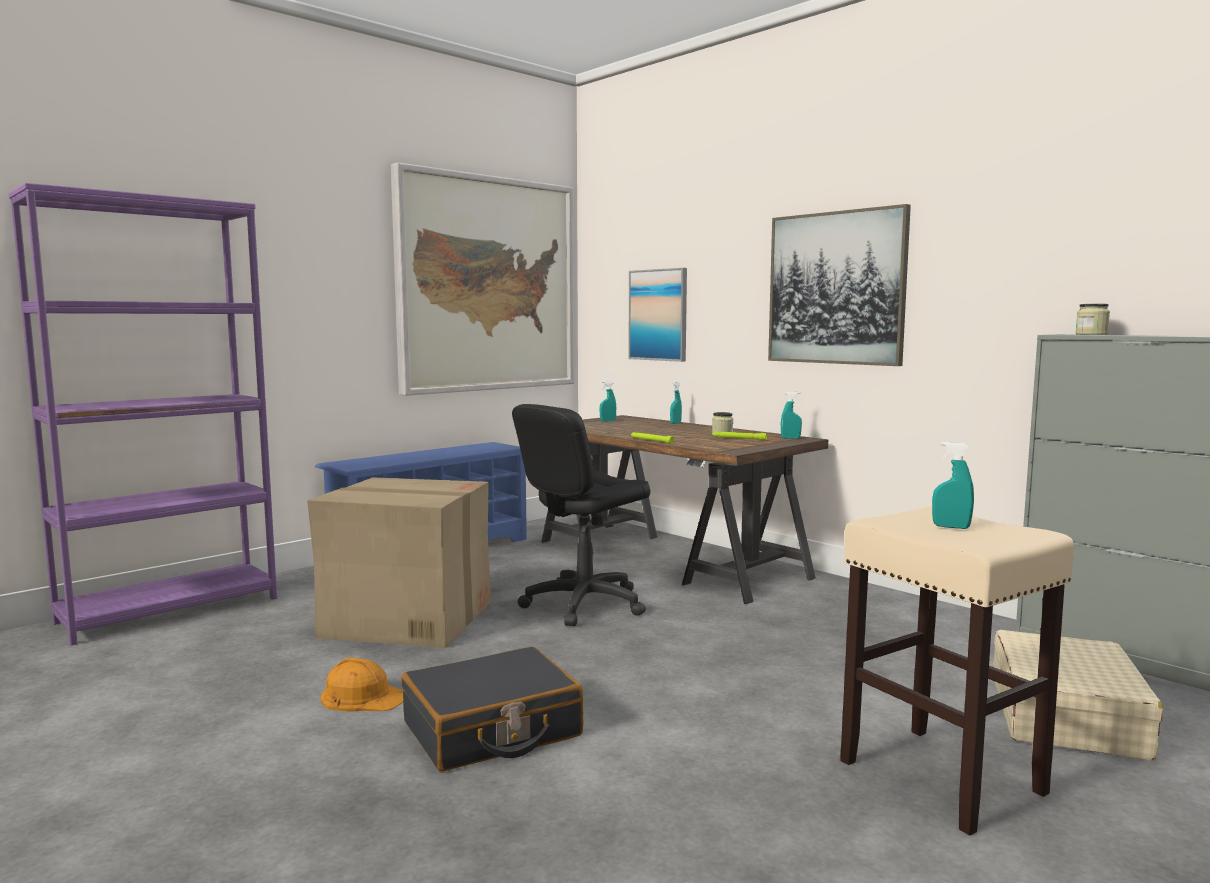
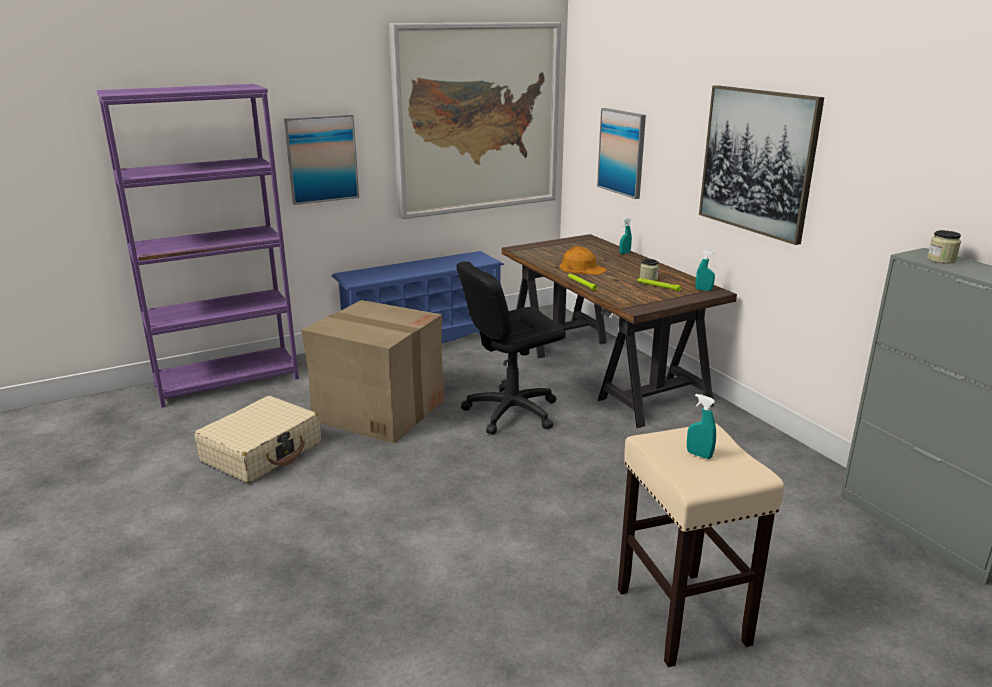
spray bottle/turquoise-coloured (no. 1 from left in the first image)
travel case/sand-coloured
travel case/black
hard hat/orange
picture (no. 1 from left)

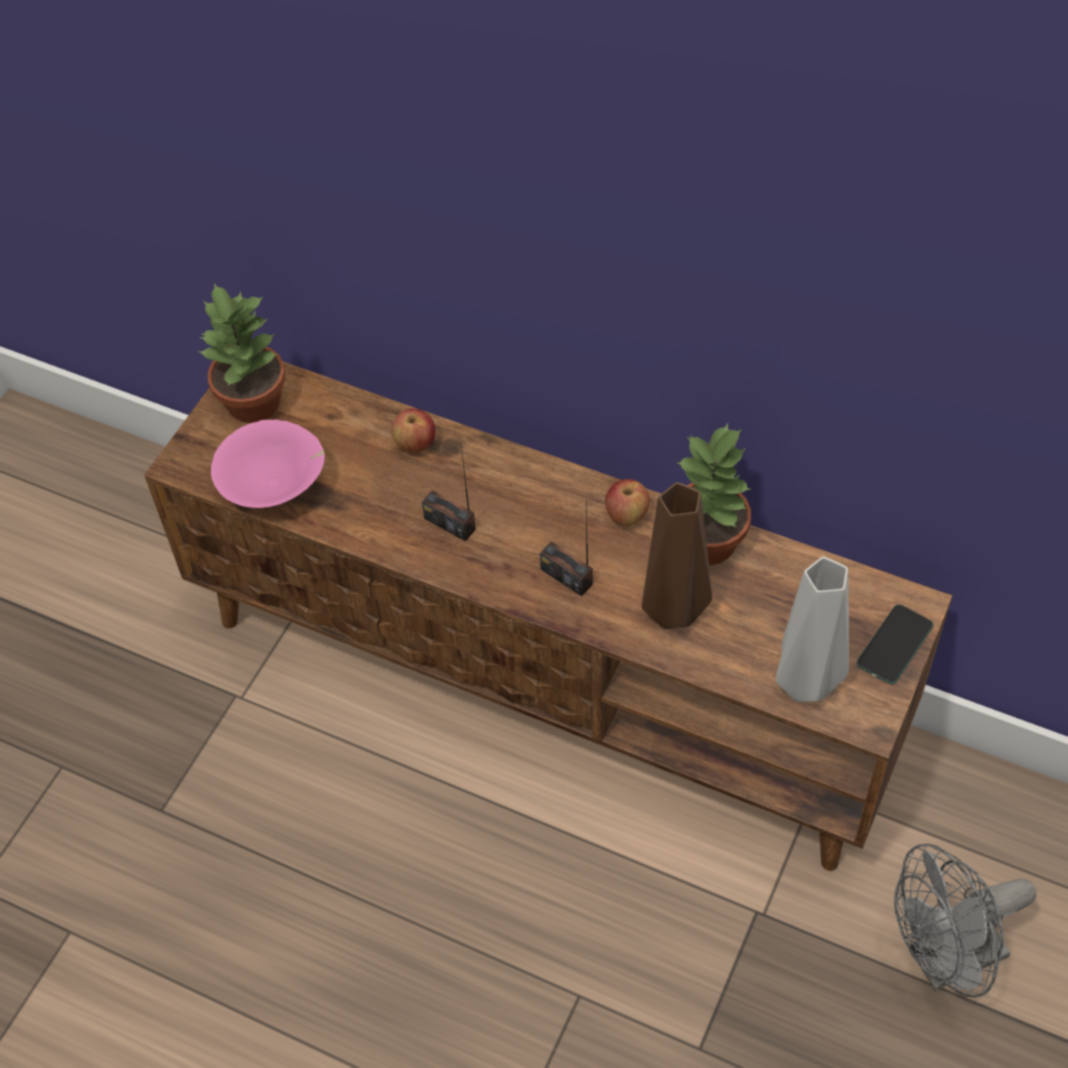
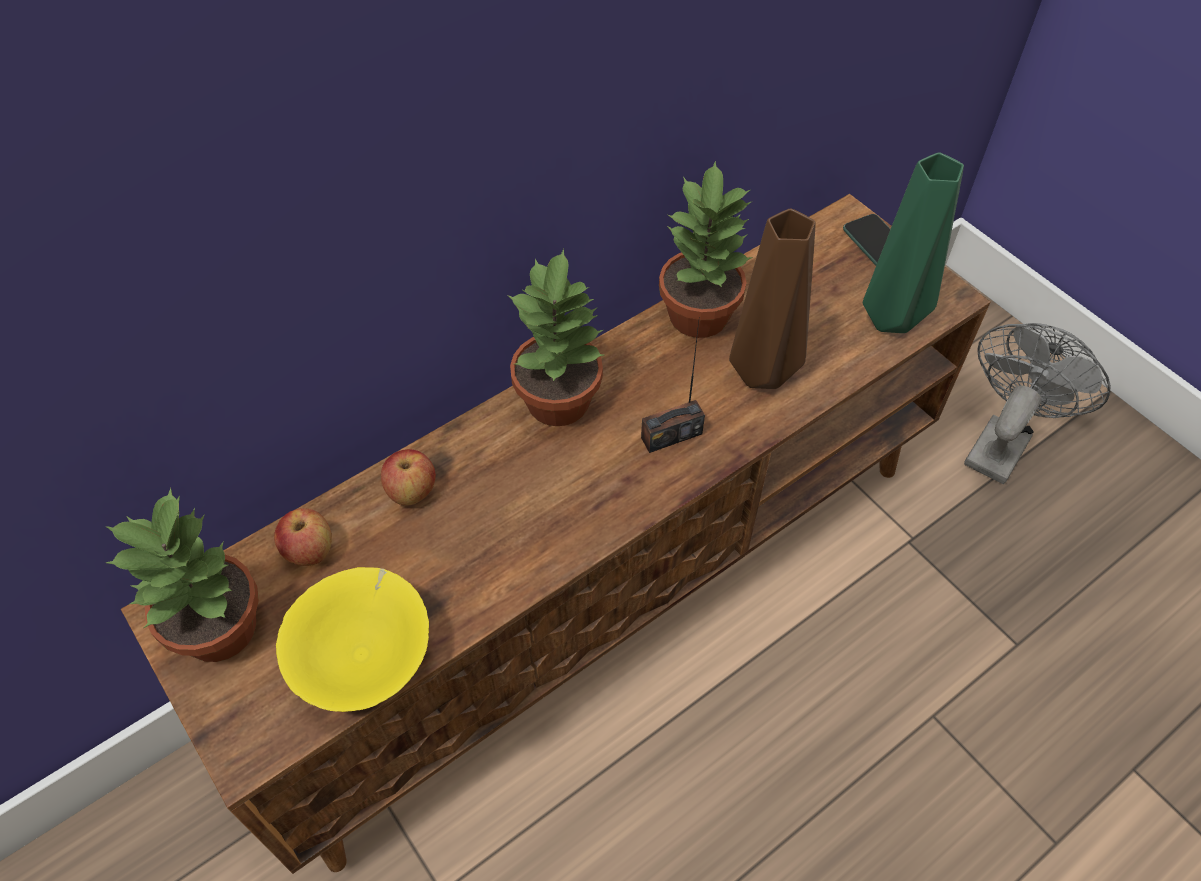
deep dish/yellowish
radio set (no. 1 from left in the first image)
apple fruit (no. 1 from left)
vase/green-coloured
cooling fan/grey
plant in a pot (no. 2 from left)

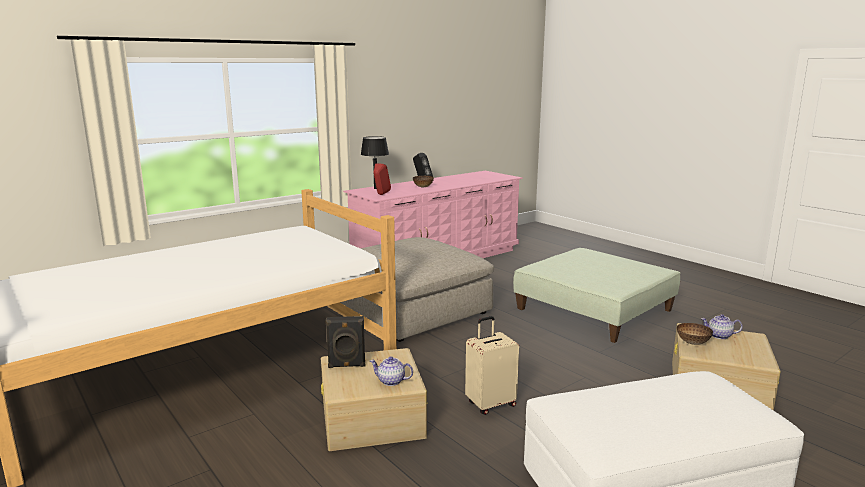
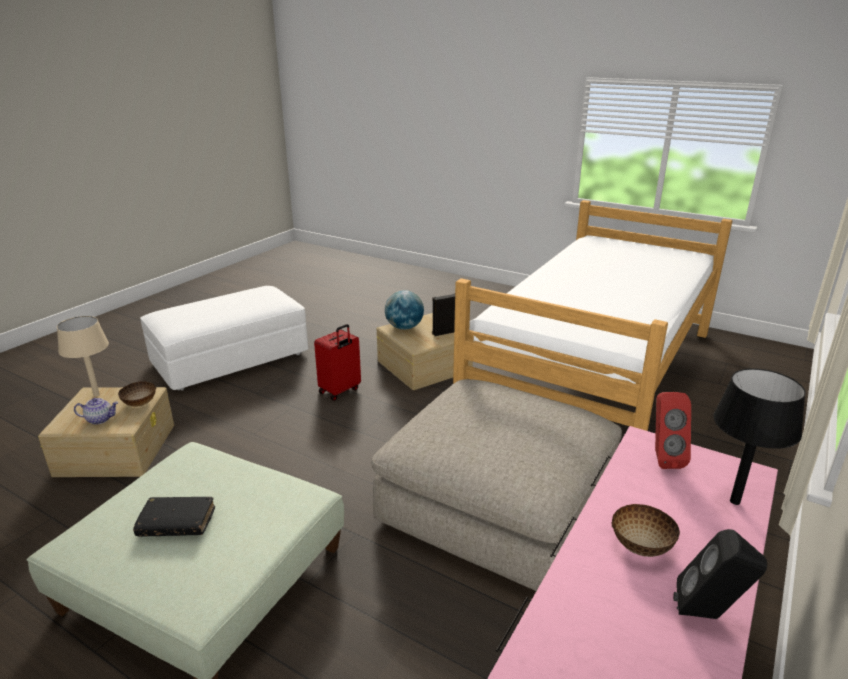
travel case/reddish
world globe
table lamp/sand-coloured
book/black

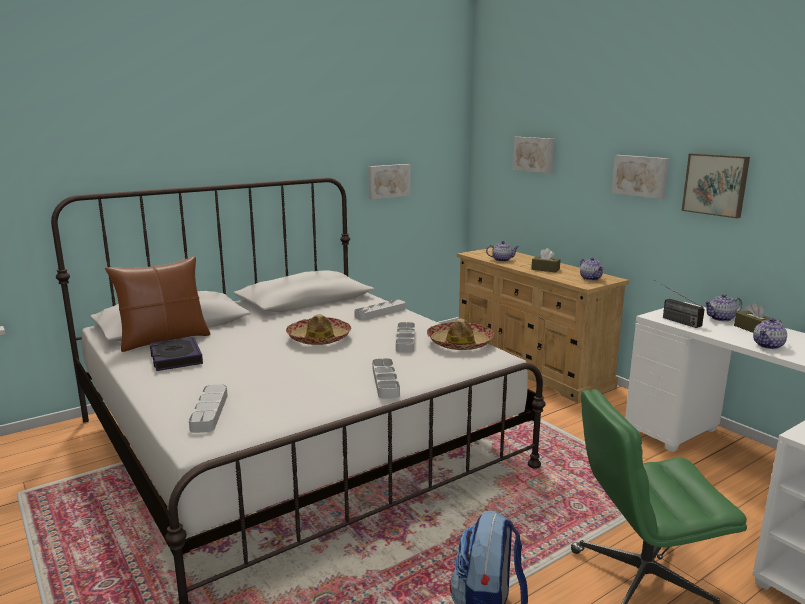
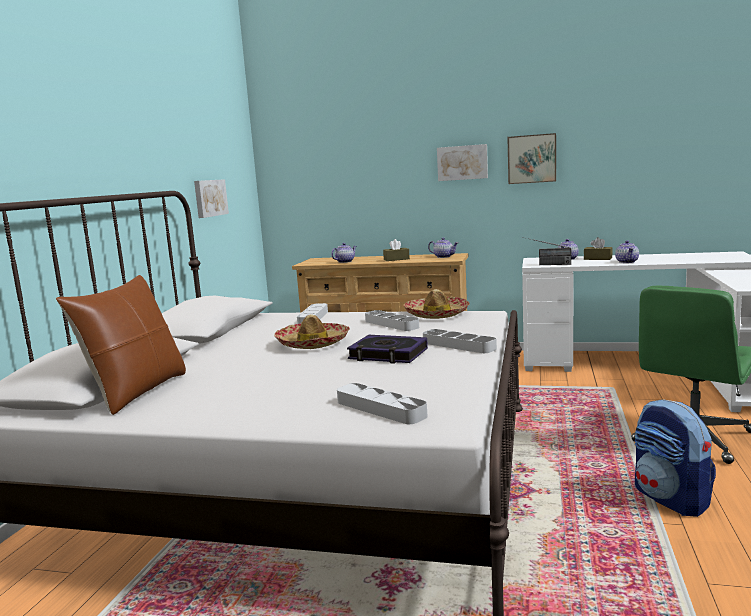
picture (no. 2 from left in the first image)
book

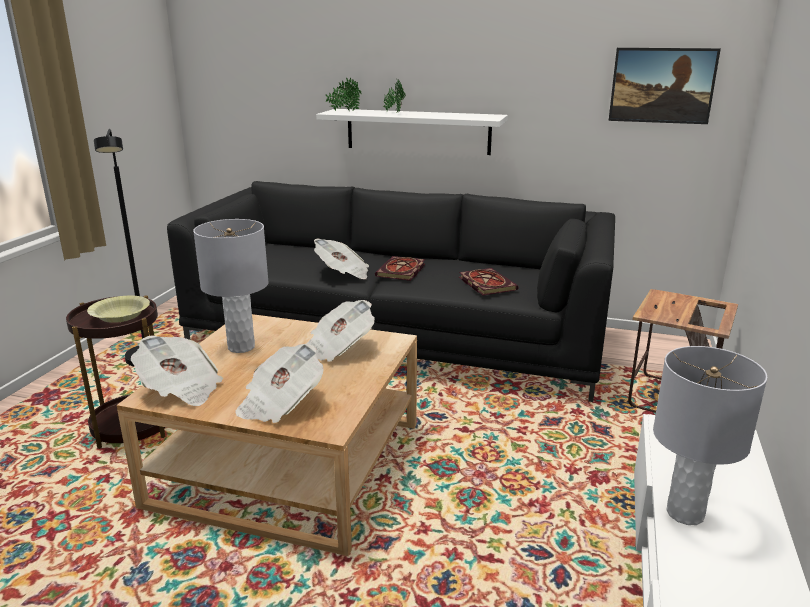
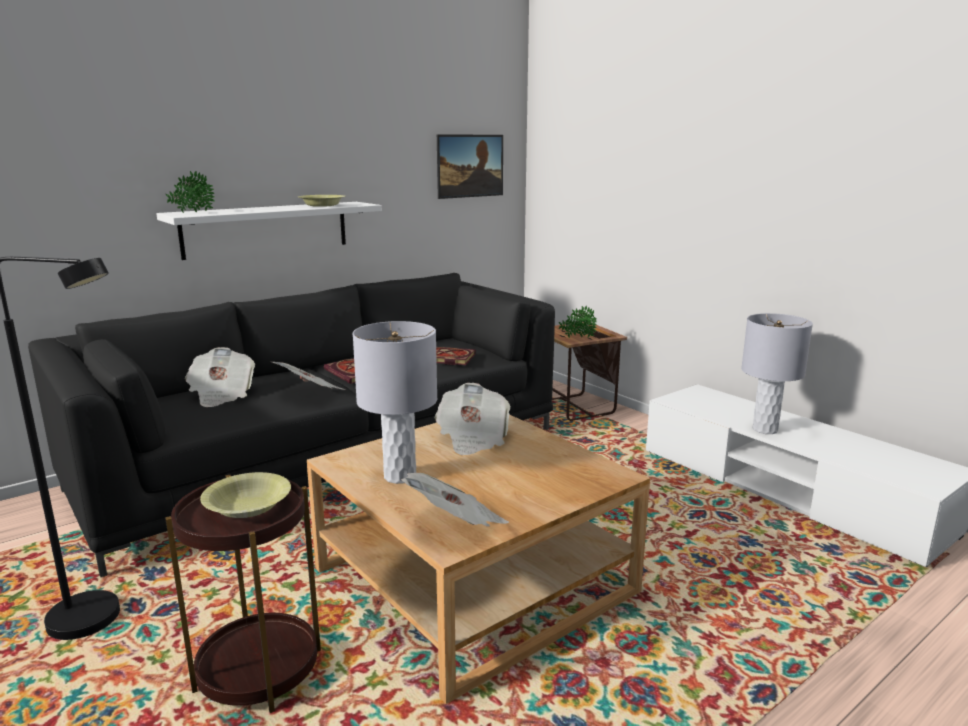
plant in a pot (no. 2 from left)
newspaper (no. 1 from left)
deep dish/yellowish (no. 2 from left)

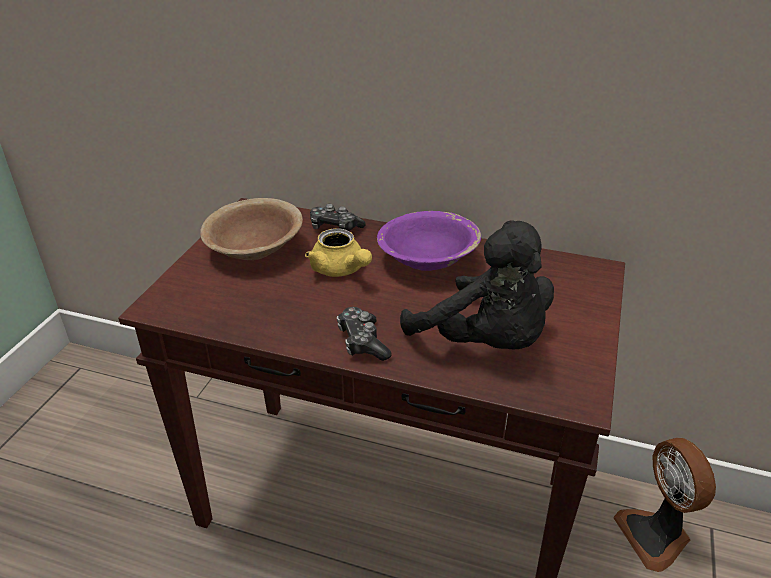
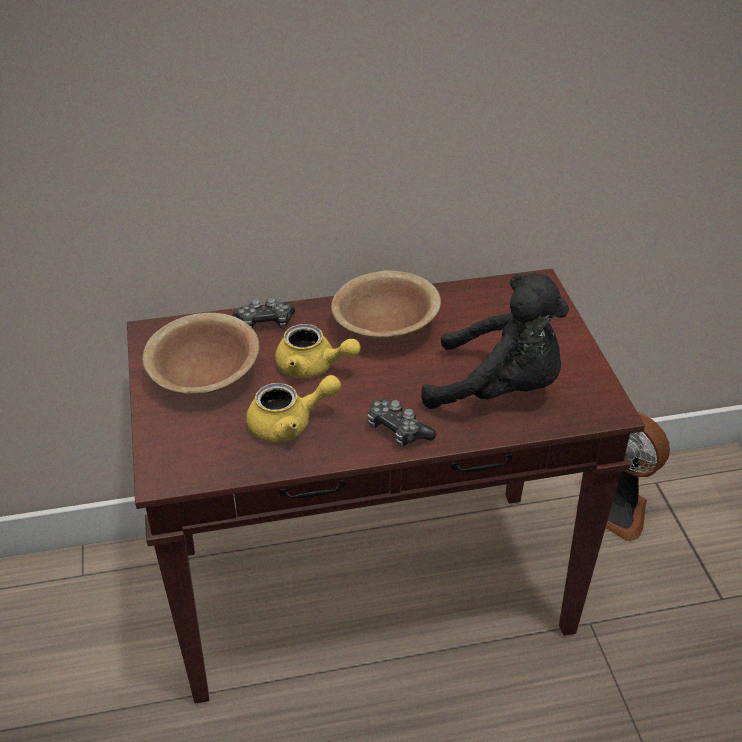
deep dish/brownish (no. 2 from left)
tea pot/yellowish (no. 1 from left)

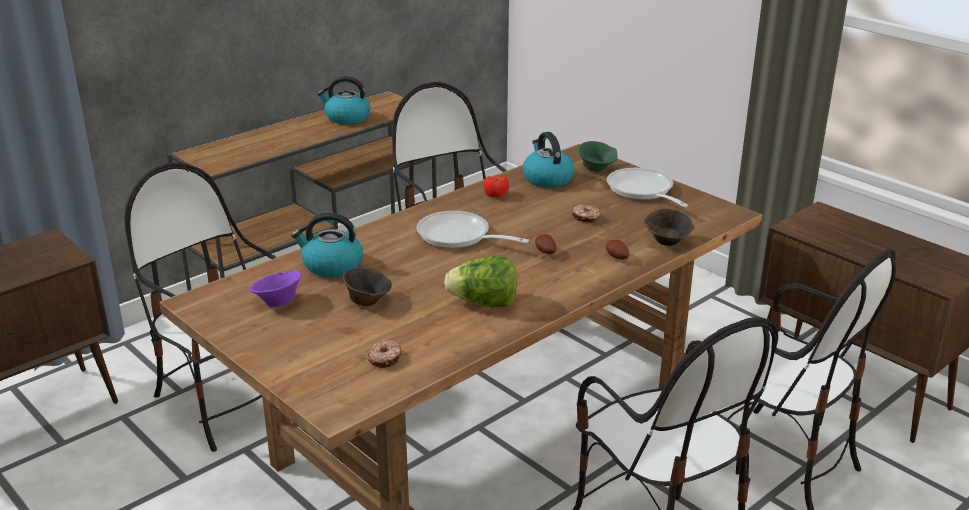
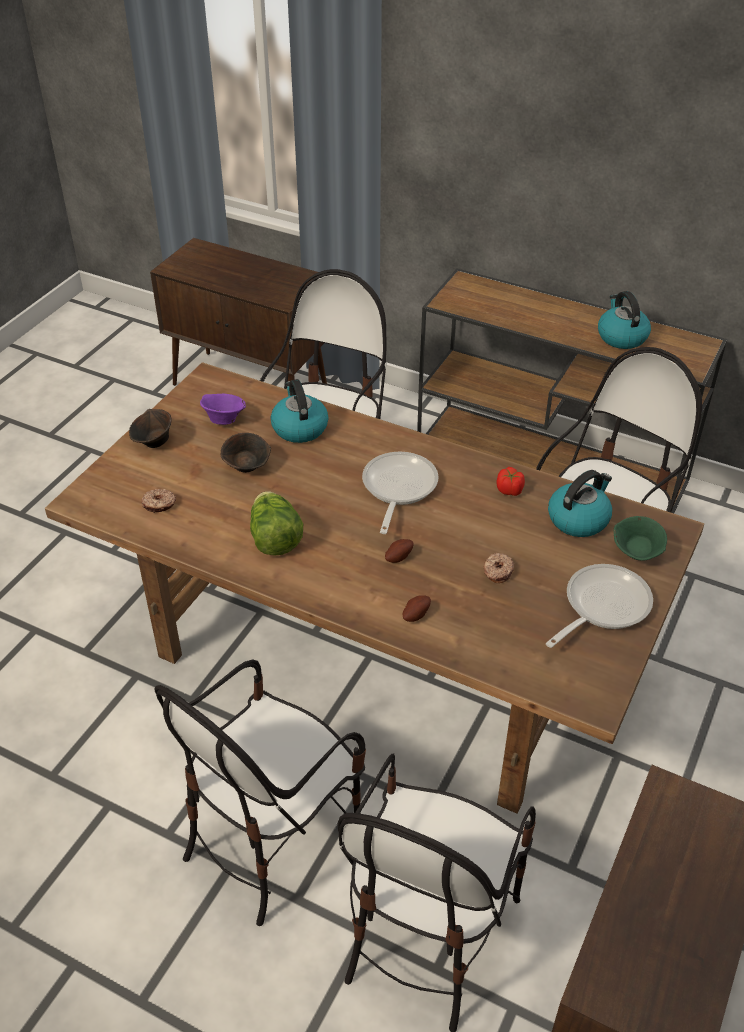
deep dish/brownish (no. 1 from left)

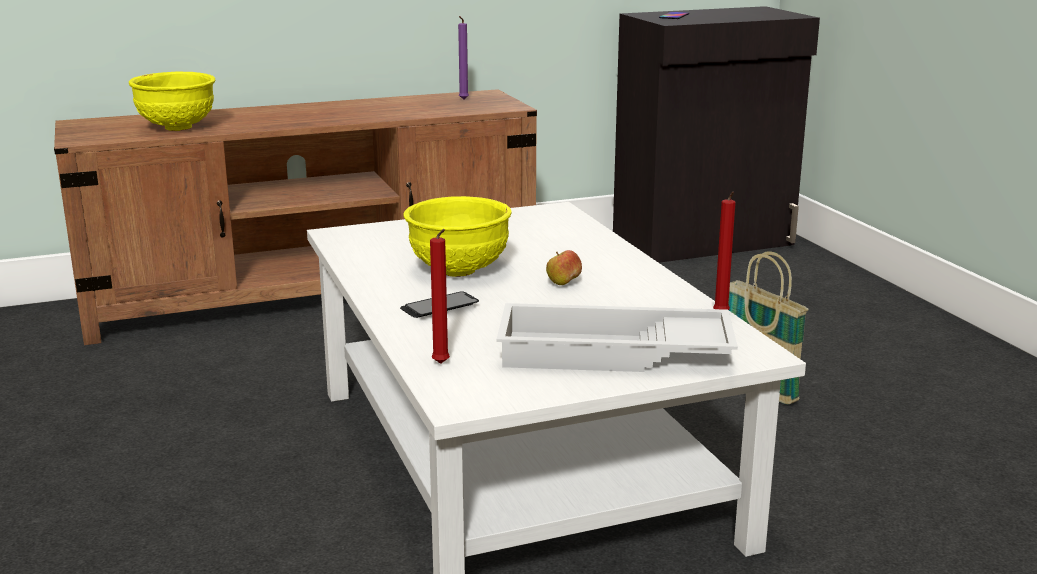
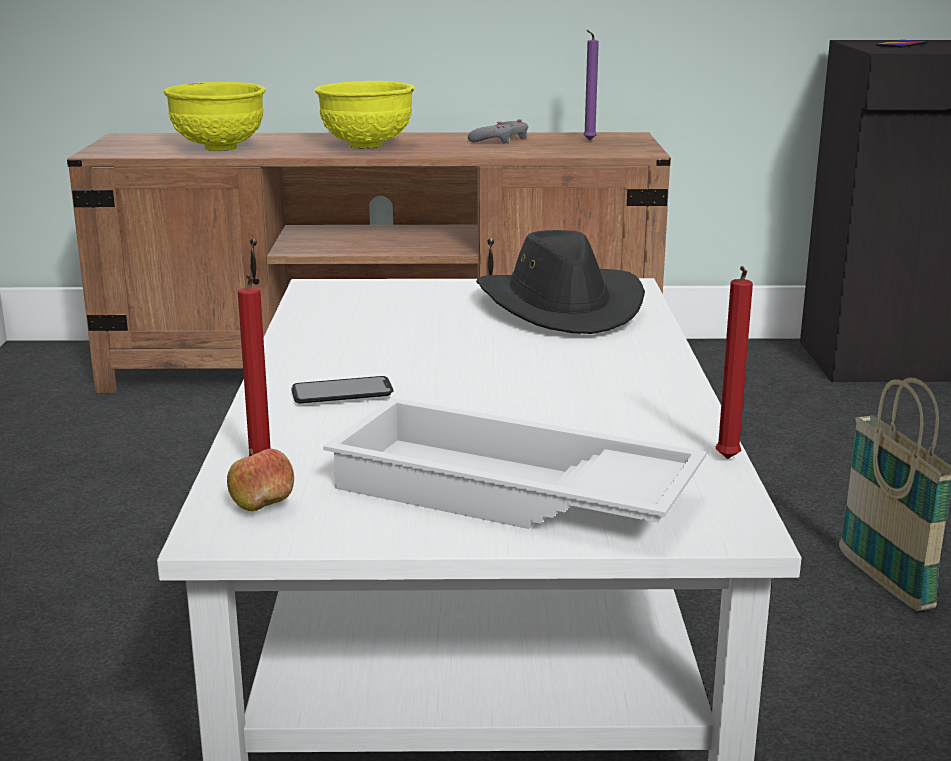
deep dish/yellowish (no. 2 from left)
apple fruit
game controller/grey
hat/black

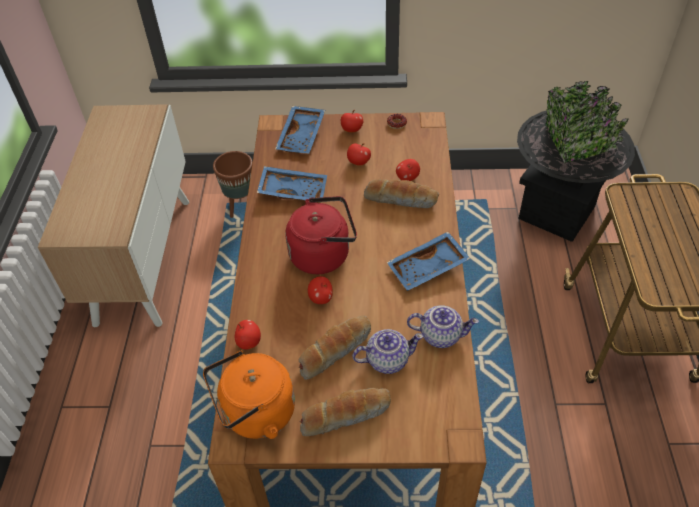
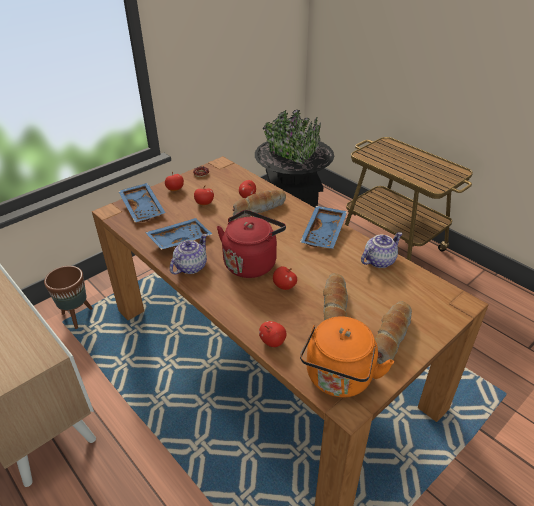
tea pot (no. 1 from left)

